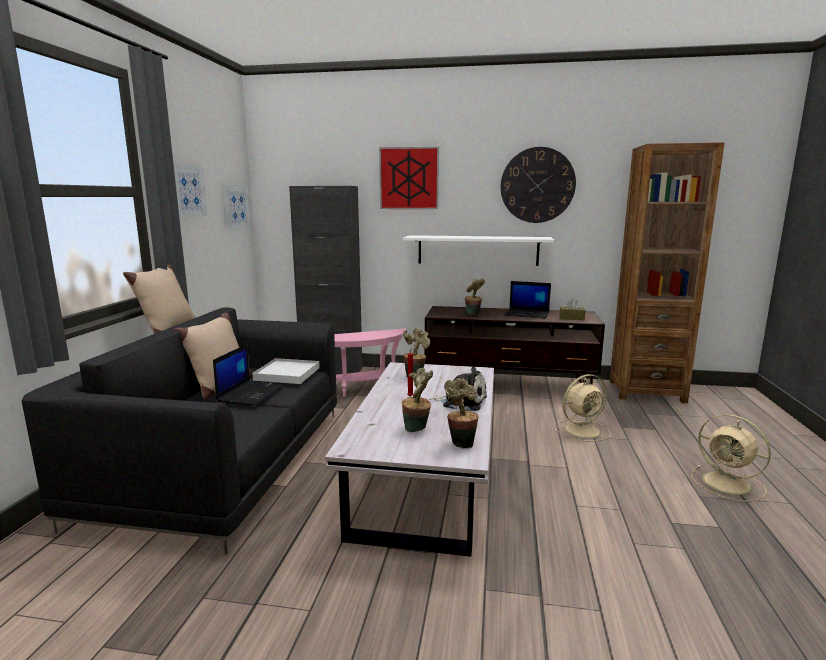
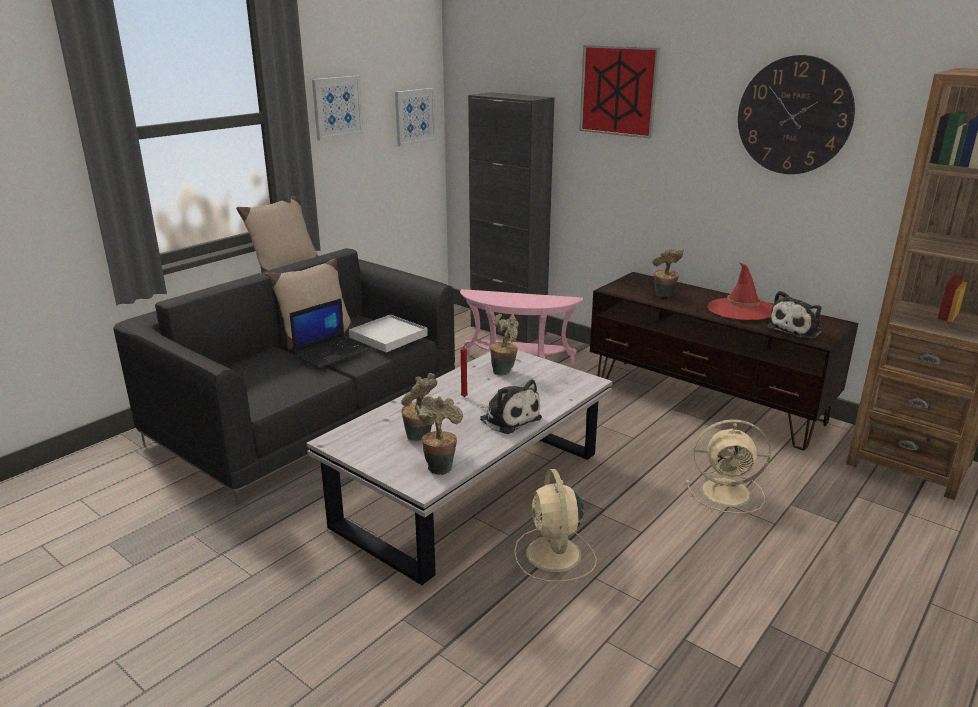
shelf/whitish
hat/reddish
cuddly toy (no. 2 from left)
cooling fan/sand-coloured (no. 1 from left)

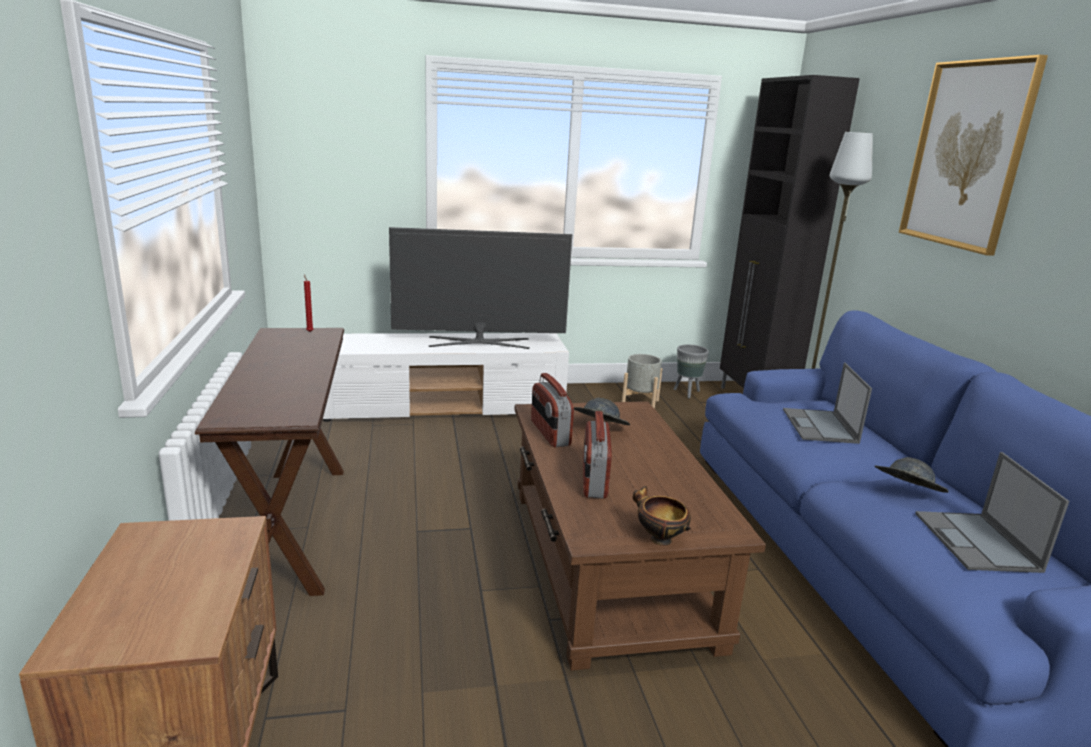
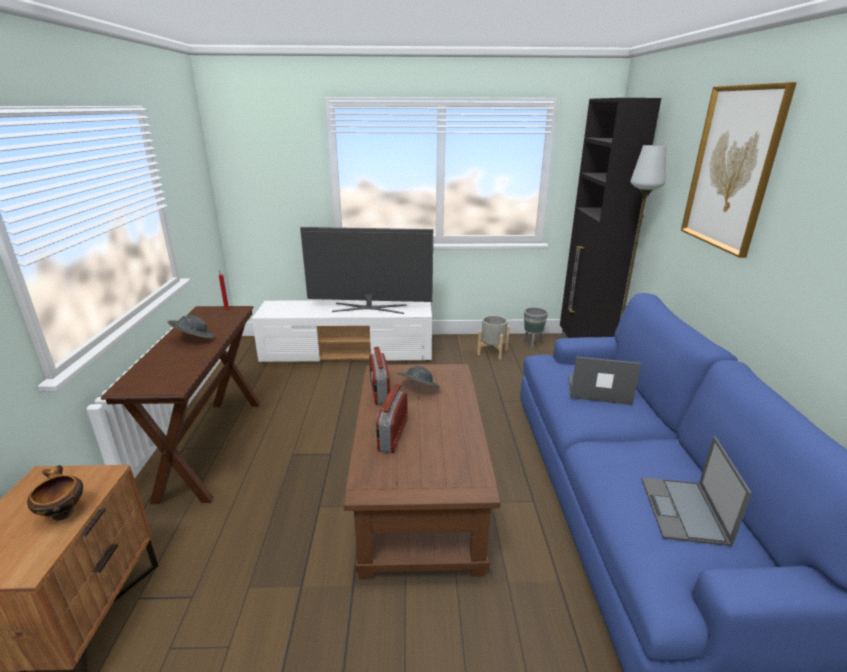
portable computer (no. 1 from left)
hat/grey (no. 1 from left)
deep dish

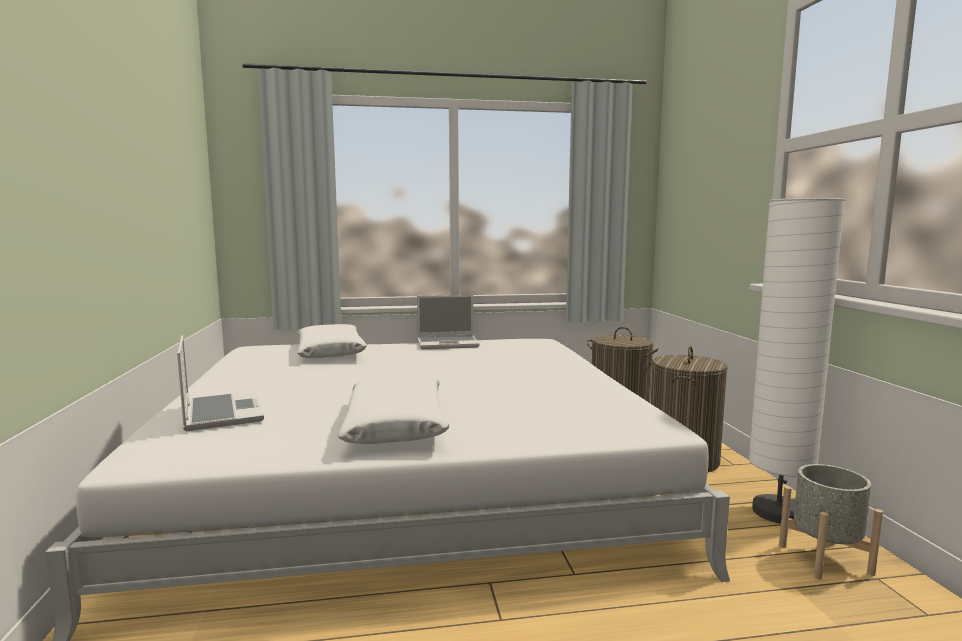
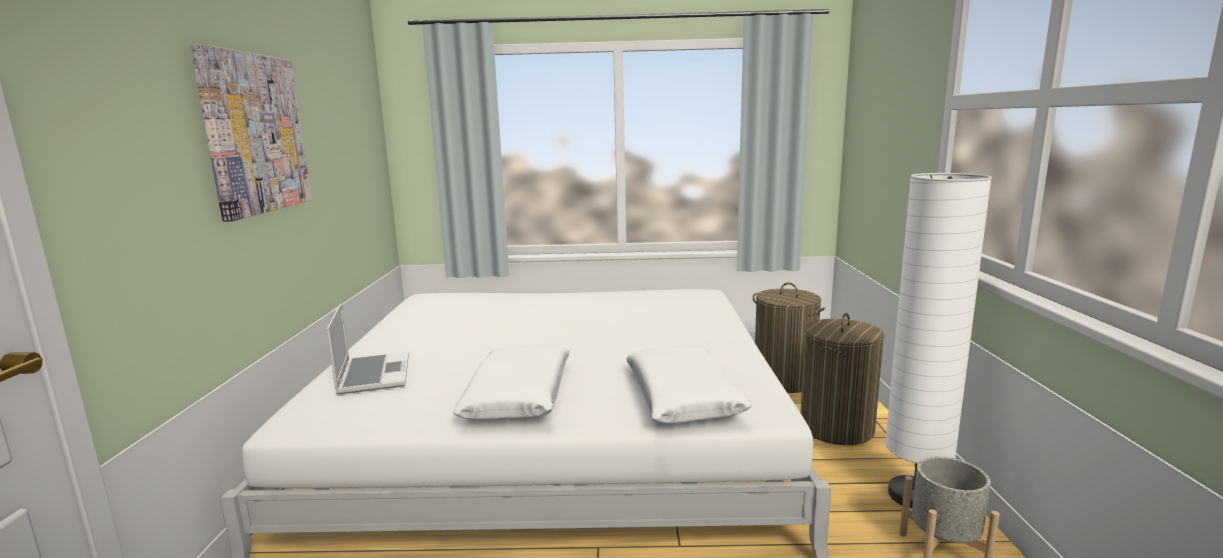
portable computer (no. 2 from left in the first image)
cushion/whitish (no. 2 from left)
picture

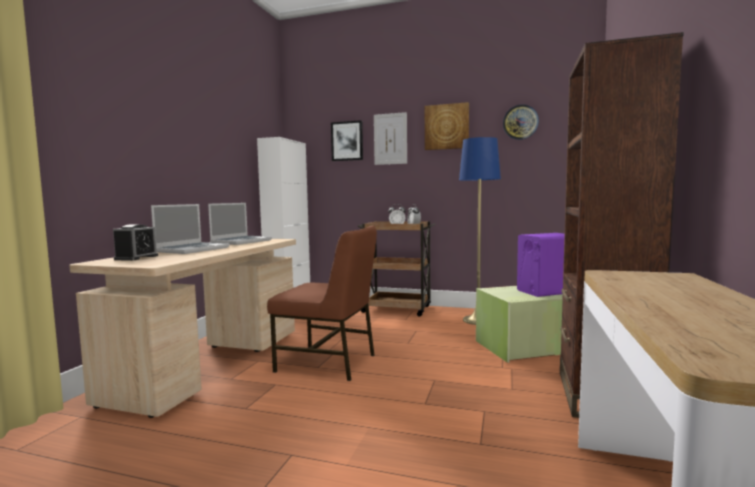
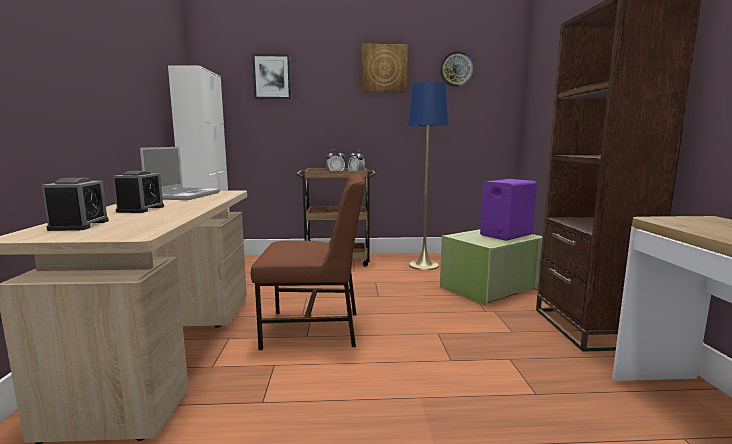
picture (no. 2 from left in the first image)
table clock (no. 2 from left)

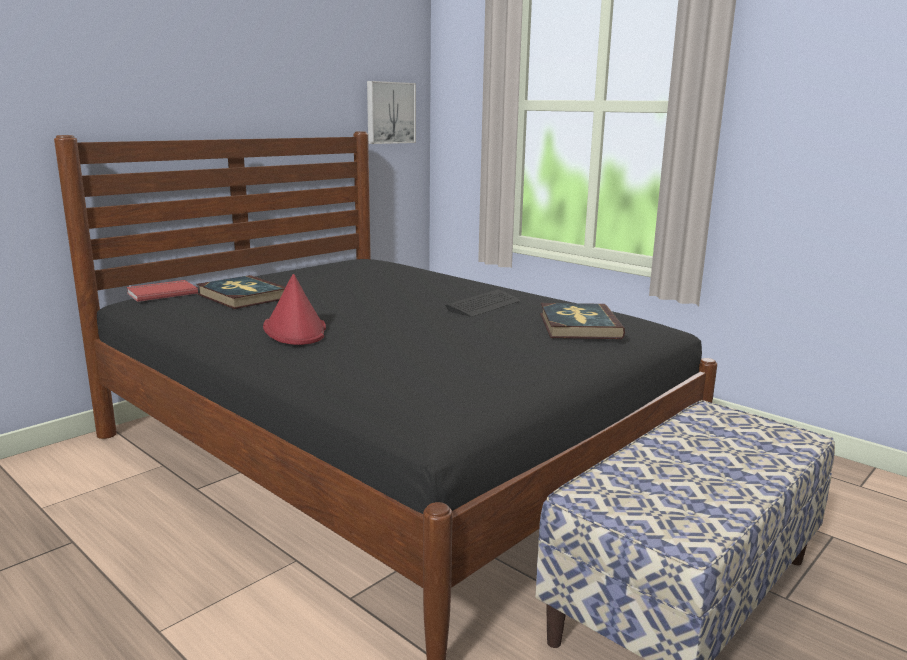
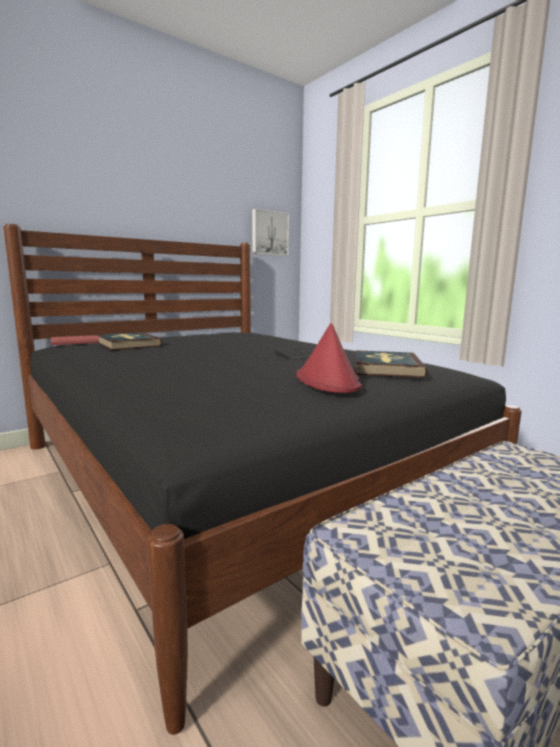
hat/reddish

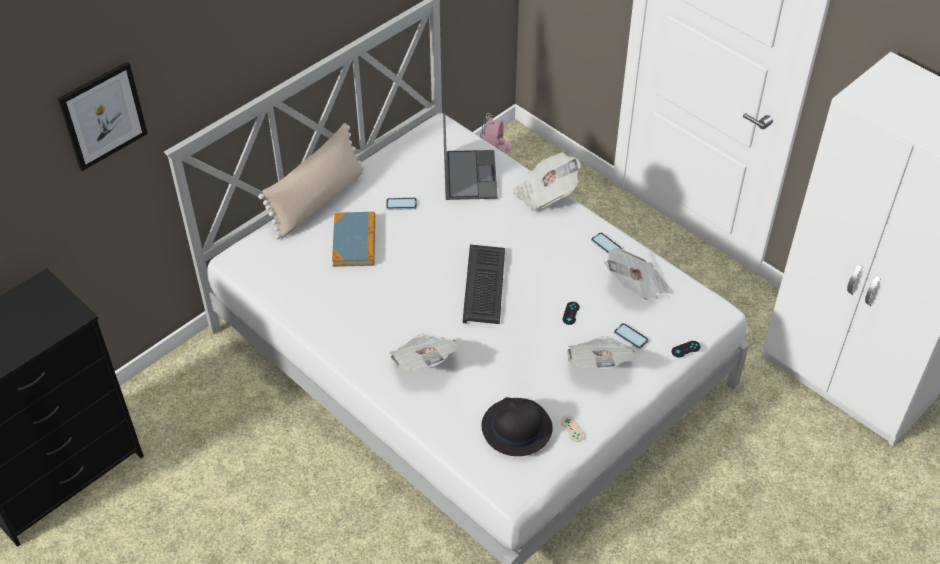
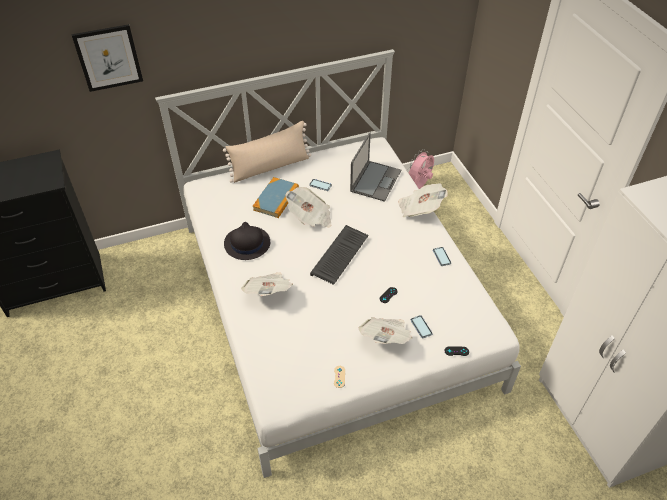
newspaper (no. 2 from left)
hat/black

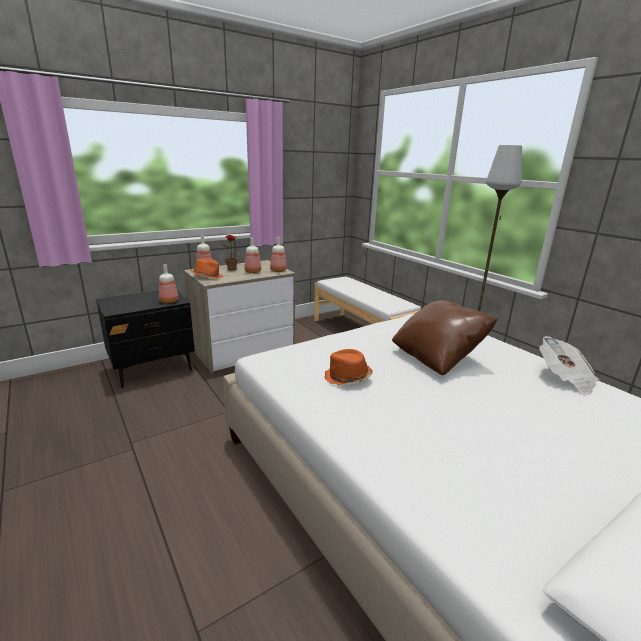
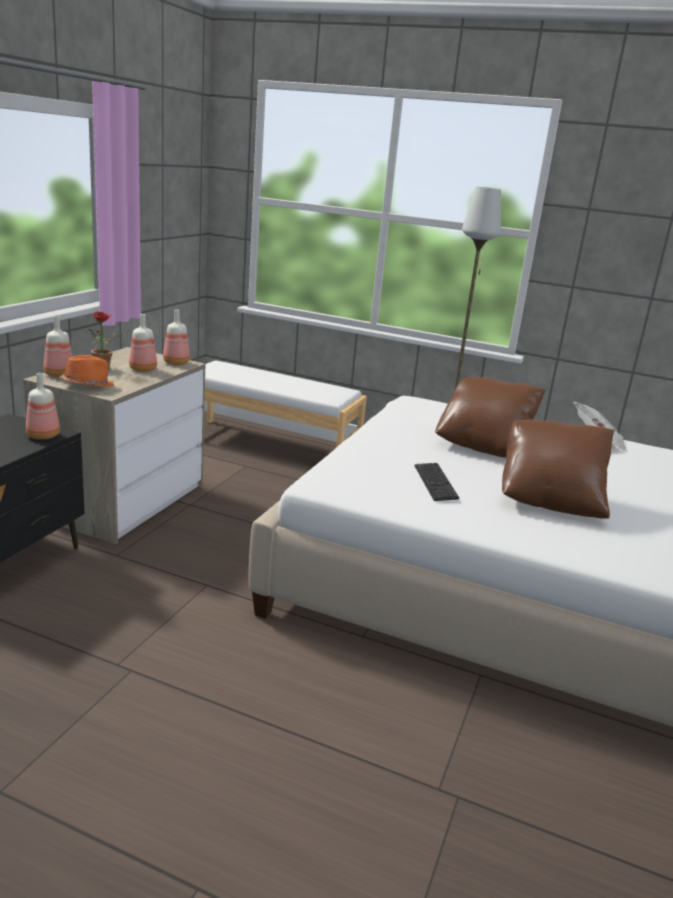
PC keyboard
cushion/brownish (no. 2 from left)

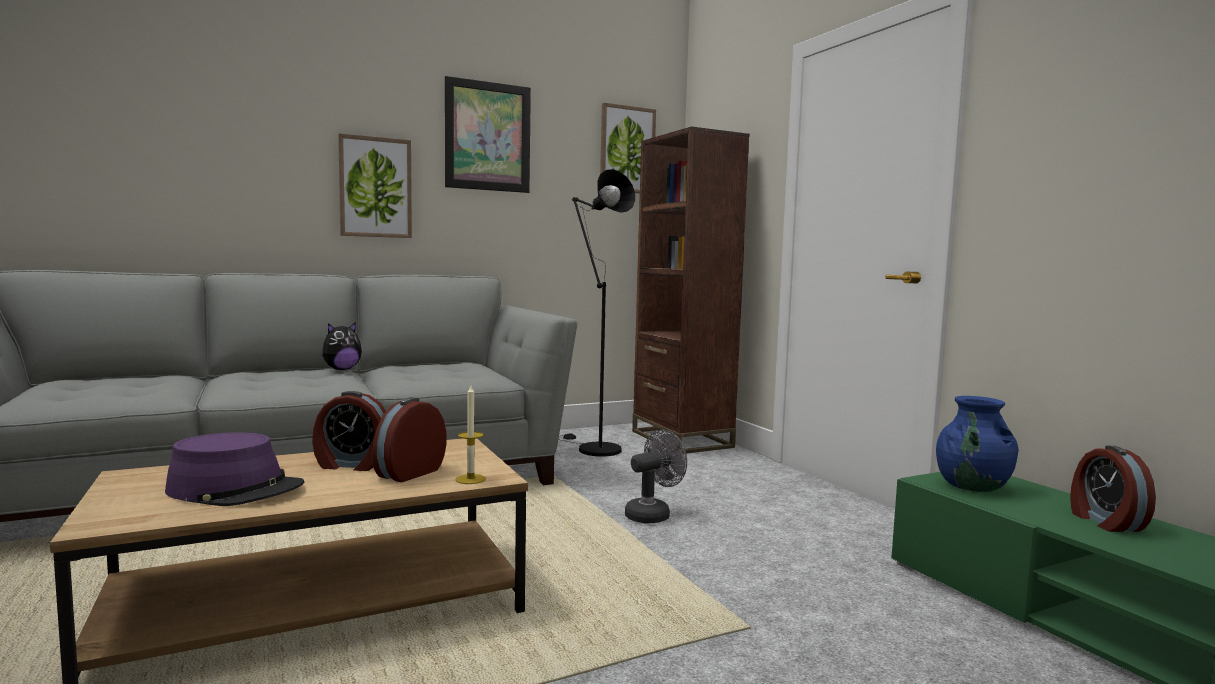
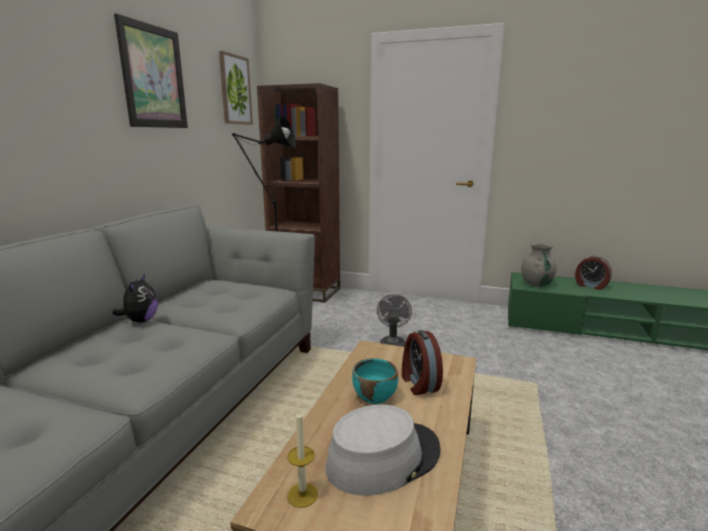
picture (no. 1 from left in the first image)
wax light
deep dish/turquoise-coloured
vase/grey
hat/grey

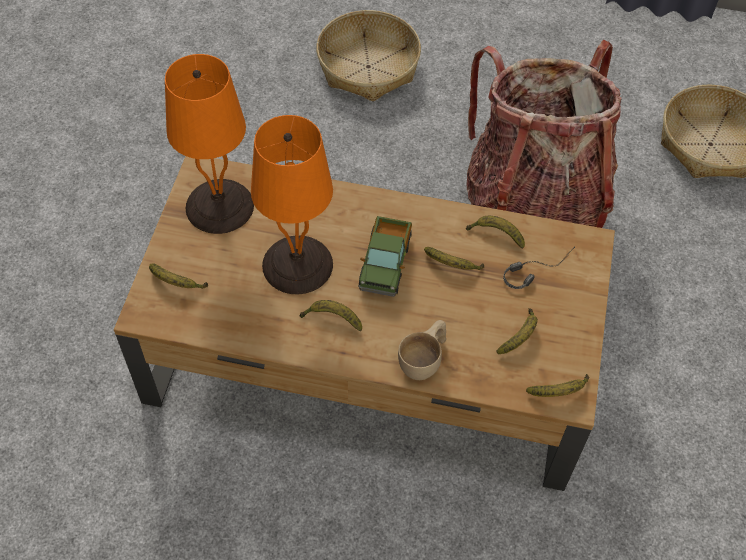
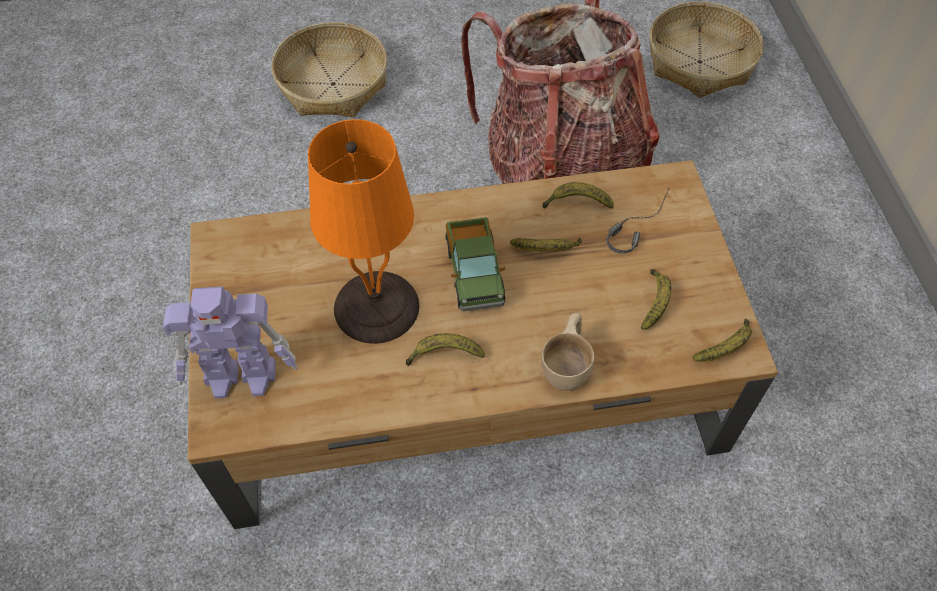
table lamp/orange (no. 1 from left in the first image)
robot figure

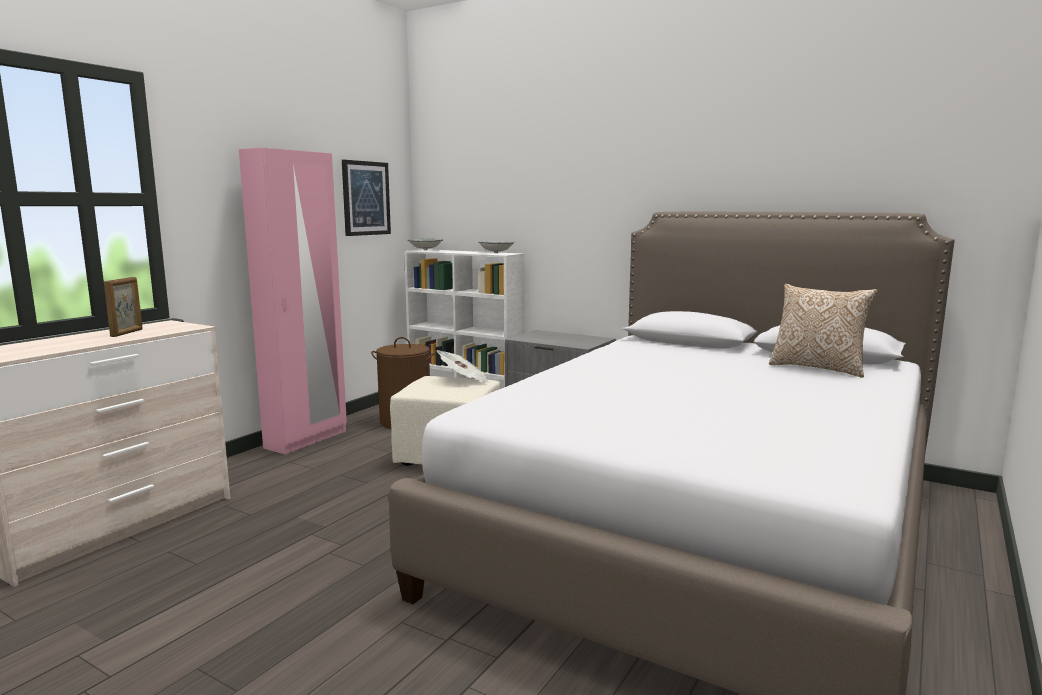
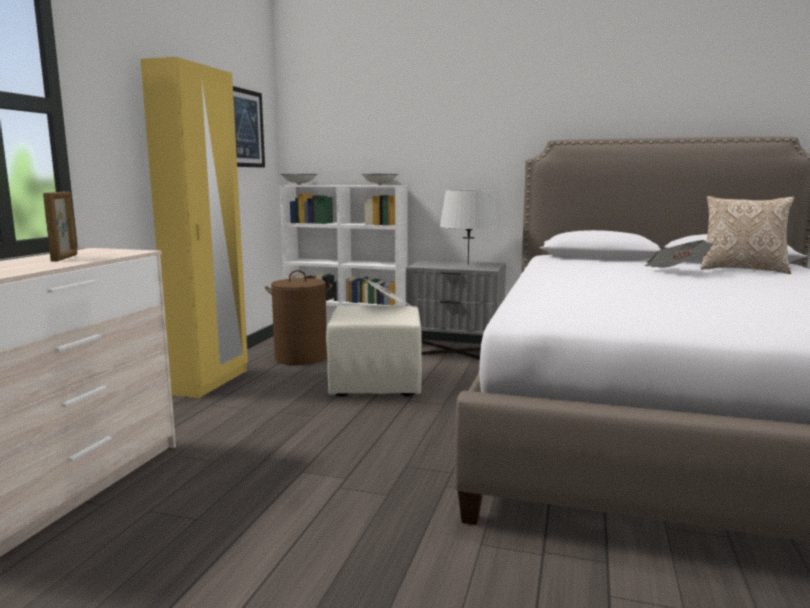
clothes cupboard/yellowish
table lamp/grey
newspaper (no. 2 from left)

